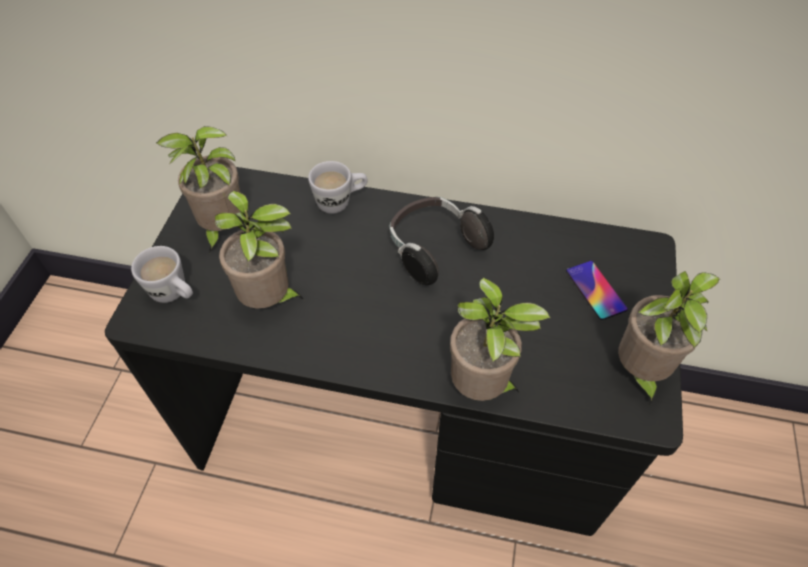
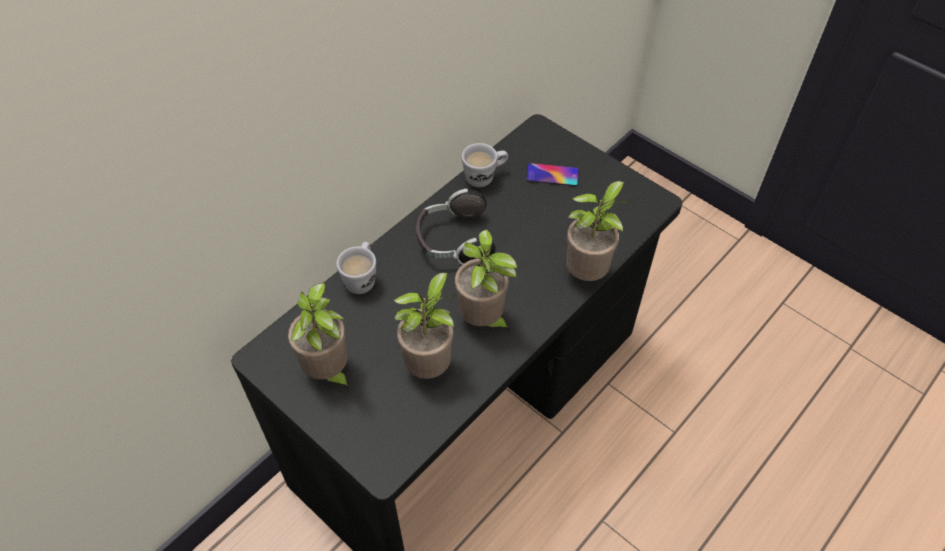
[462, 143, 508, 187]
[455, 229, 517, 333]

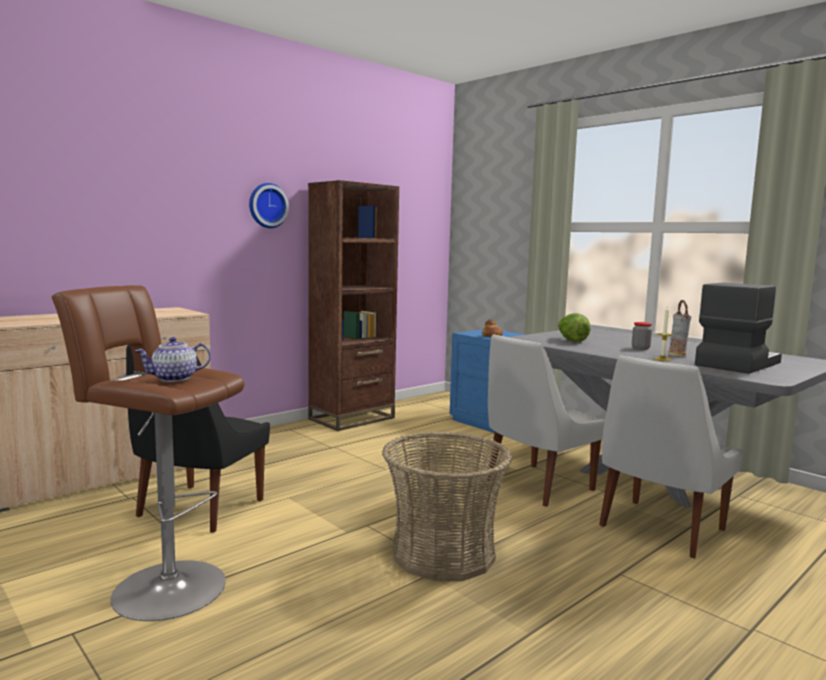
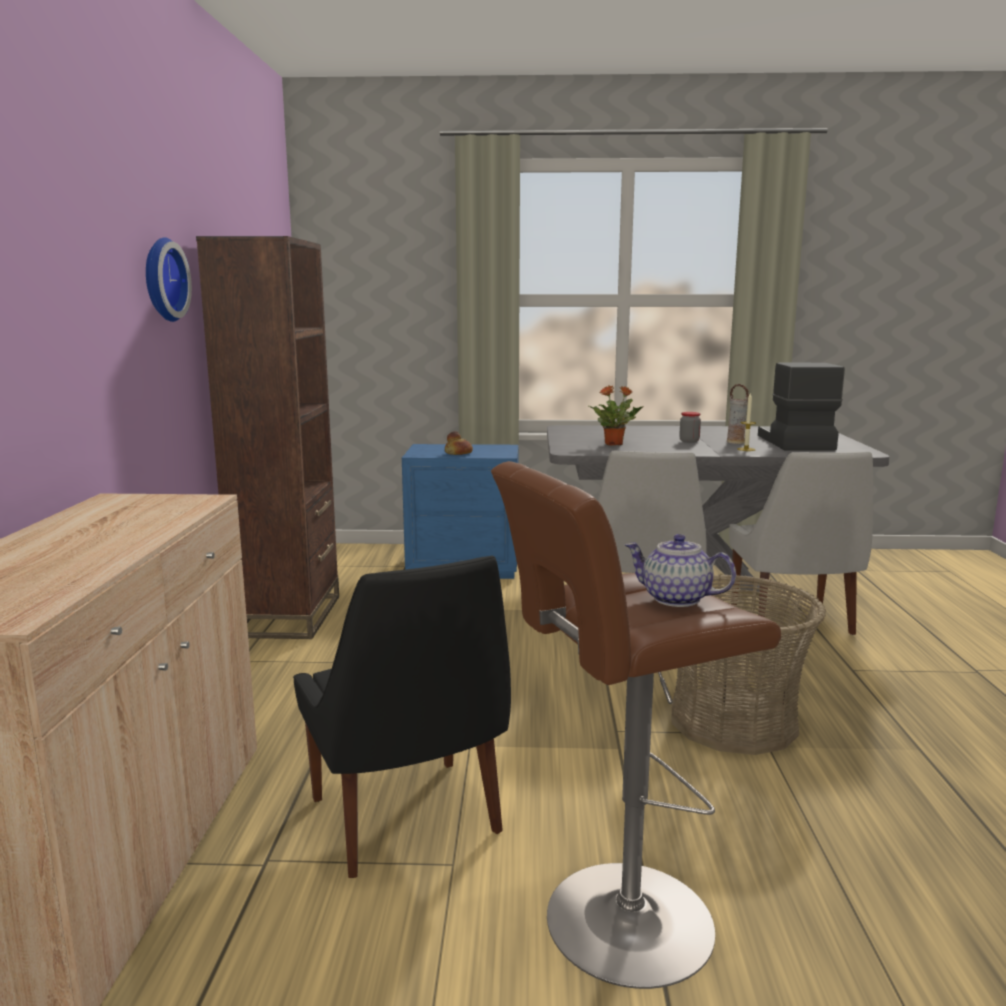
[624, 534, 736, 607]
[588, 385, 644, 445]

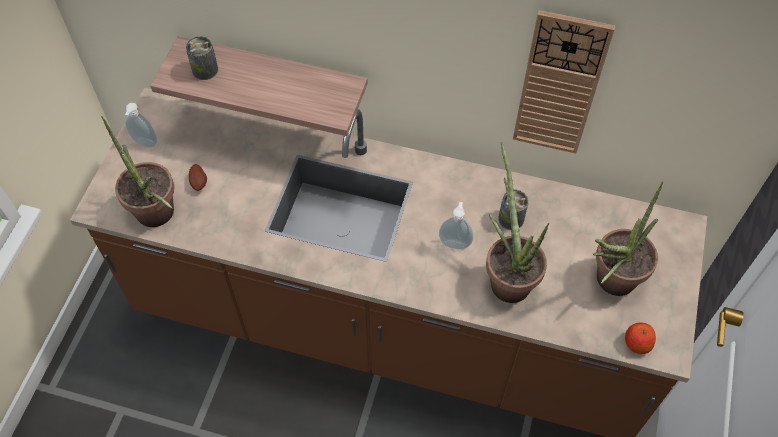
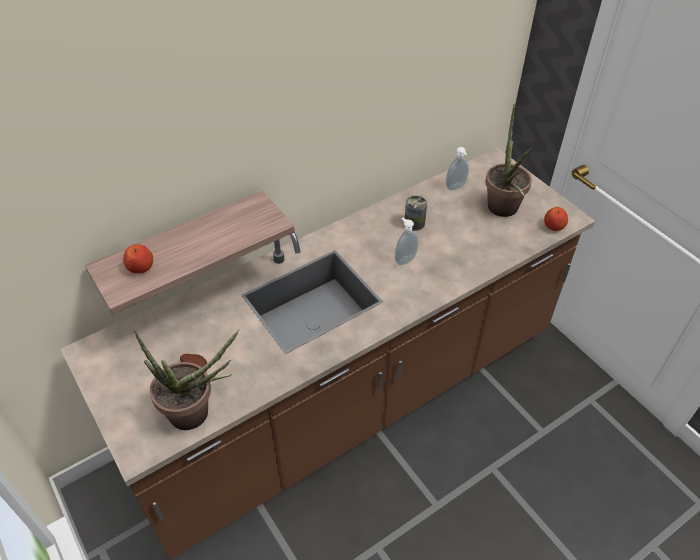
[446, 147, 469, 190]
[123, 244, 153, 274]
[486, 142, 549, 303] (first image)
[513, 10, 615, 153] (first image)

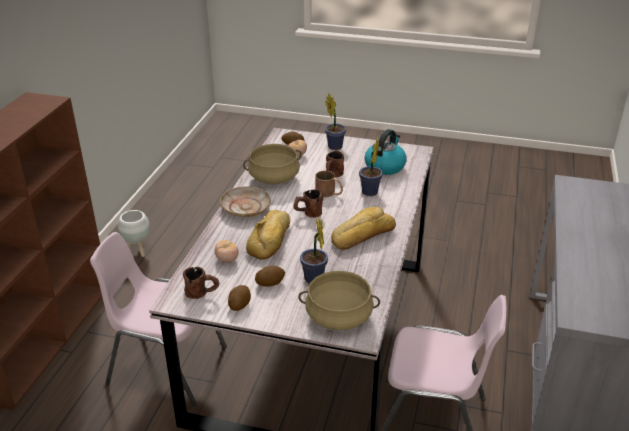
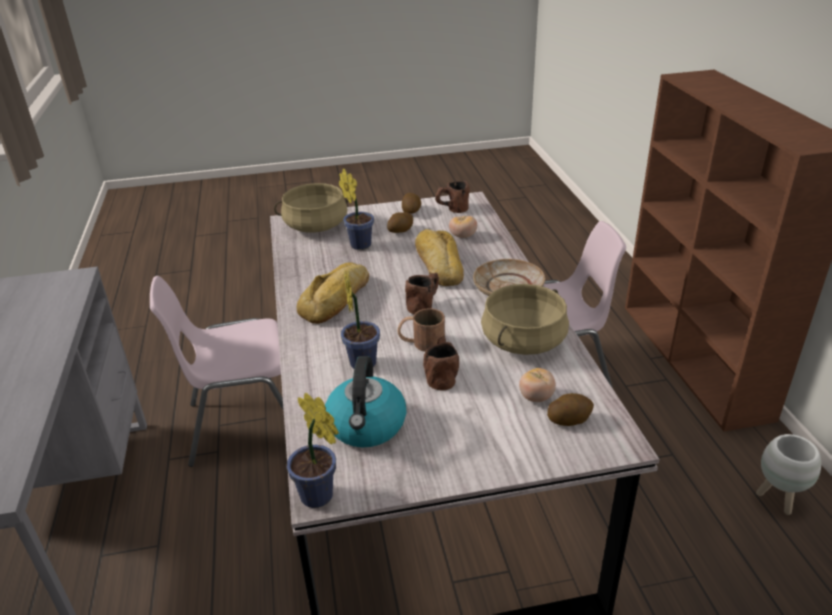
[287, 392, 339, 508]

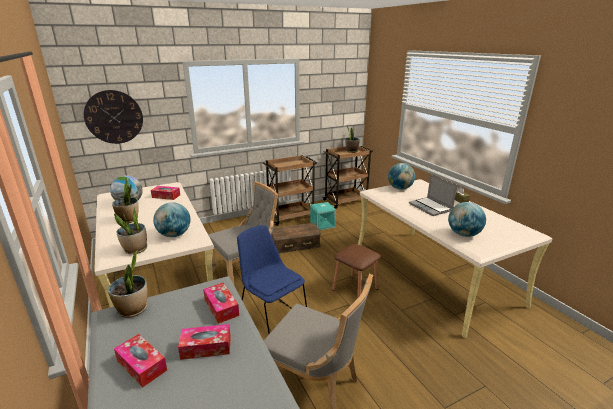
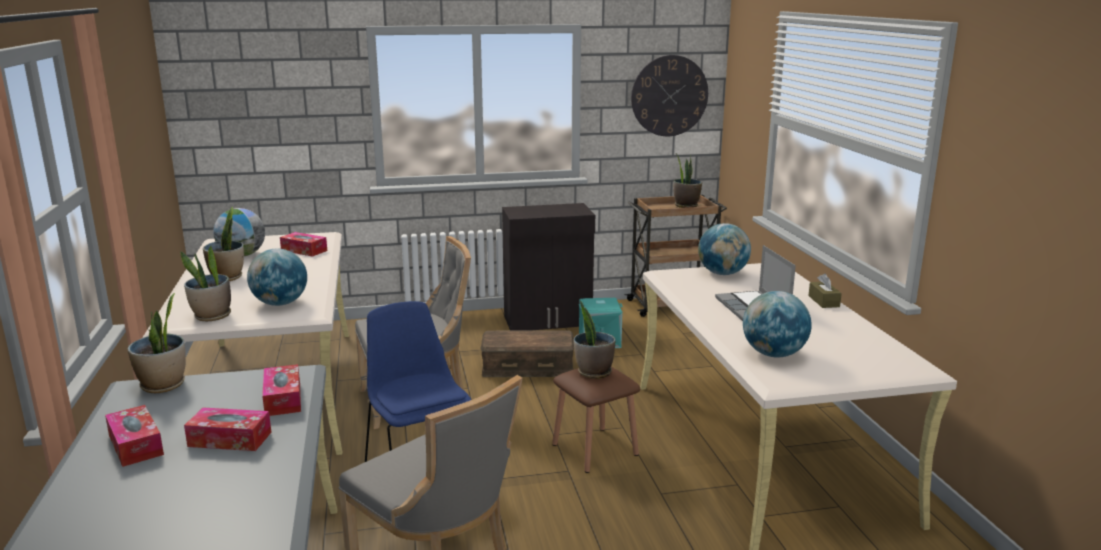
[631, 55, 708, 136]
[502, 203, 595, 331]
[574, 301, 615, 379]

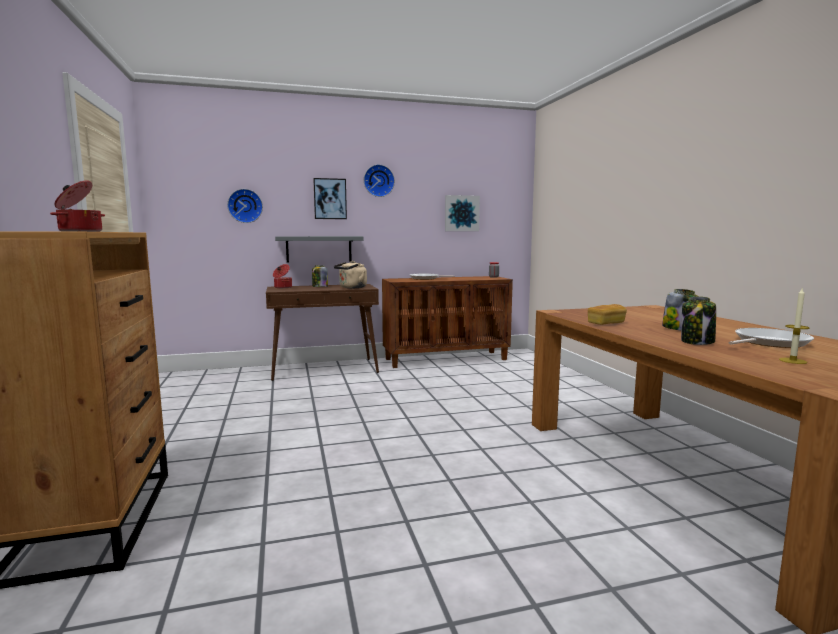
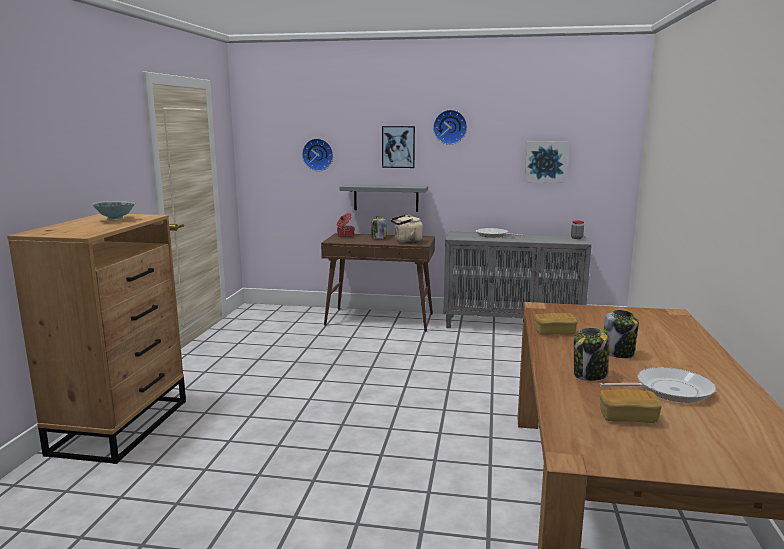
[92, 201, 135, 221]
[444, 232, 592, 328]
[600, 390, 662, 423]

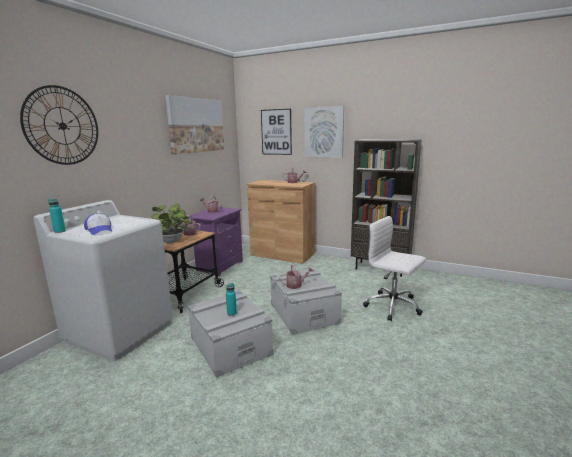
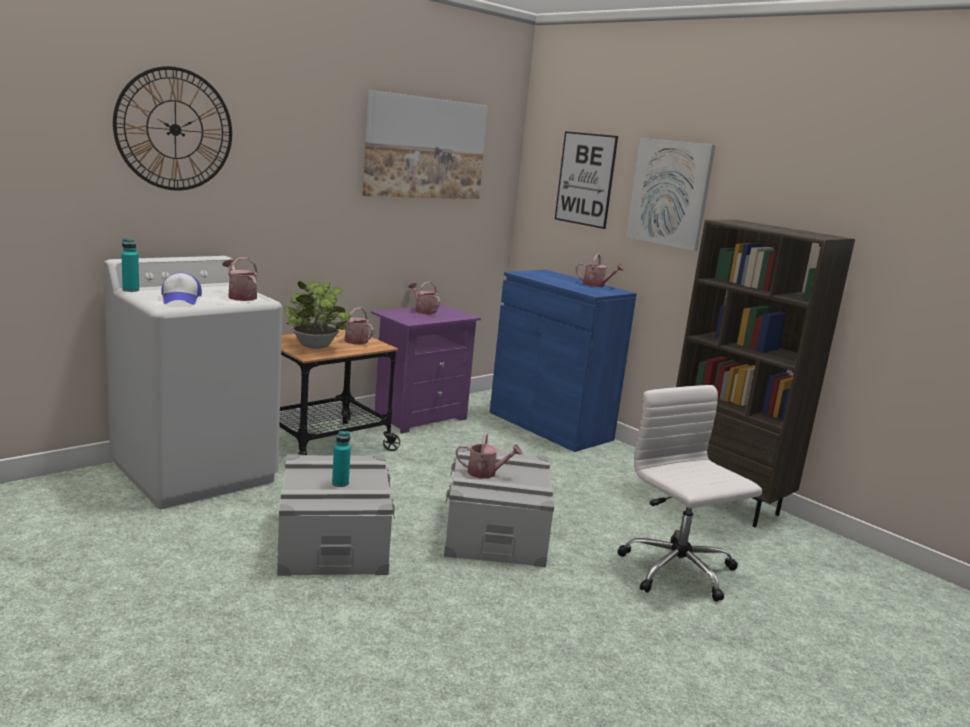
[490, 270, 637, 452]
[222, 257, 258, 301]

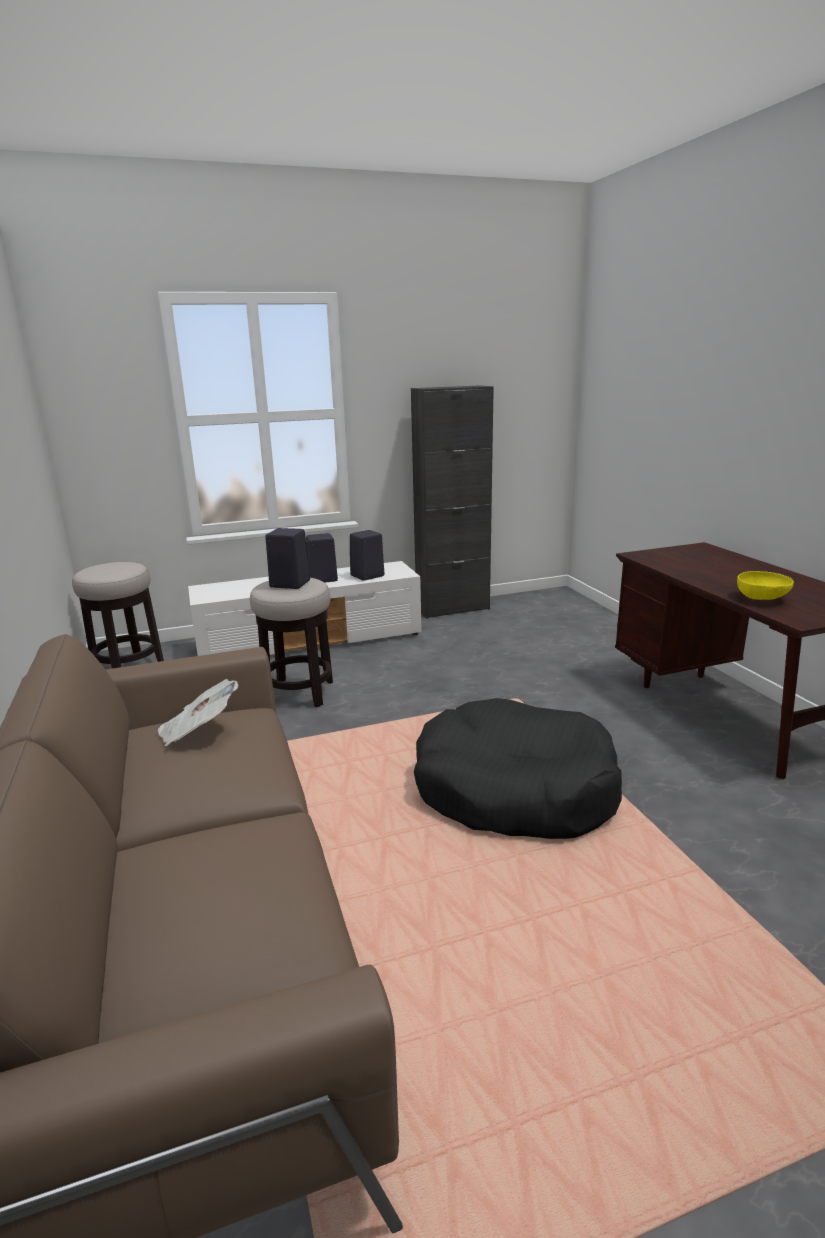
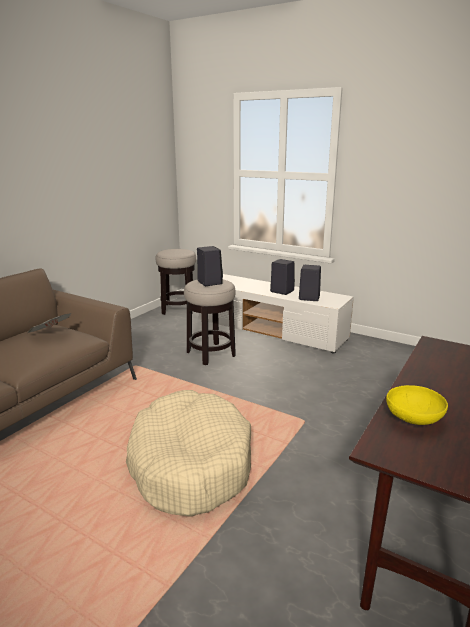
[411, 385, 494, 619] (first image)
[126, 390, 251, 517]

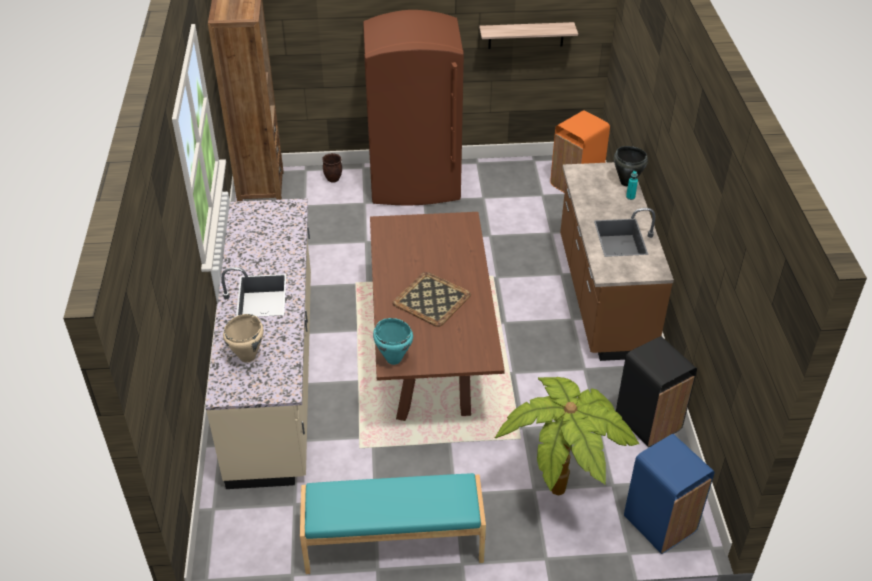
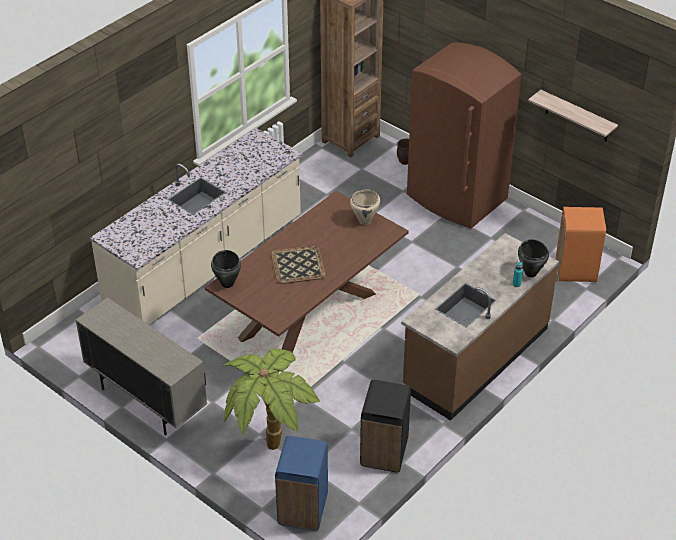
[350, 190, 380, 225]
[76, 297, 207, 435]
[211, 250, 241, 288]

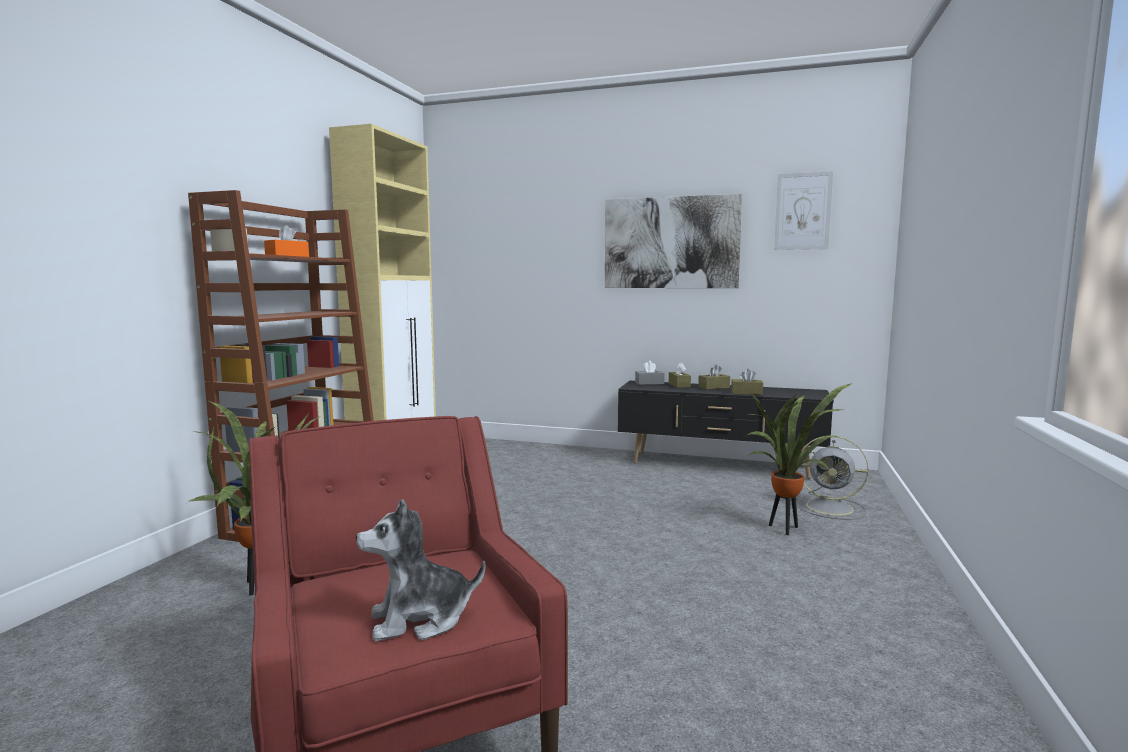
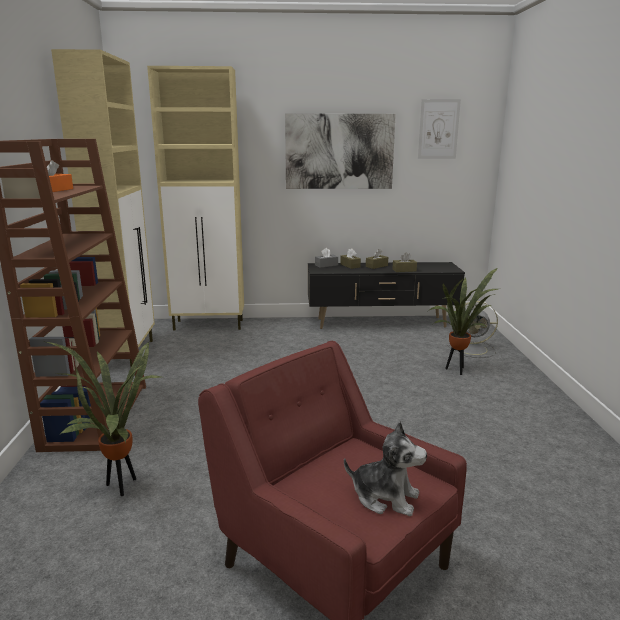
[344, 421, 427, 516]
[147, 66, 244, 331]

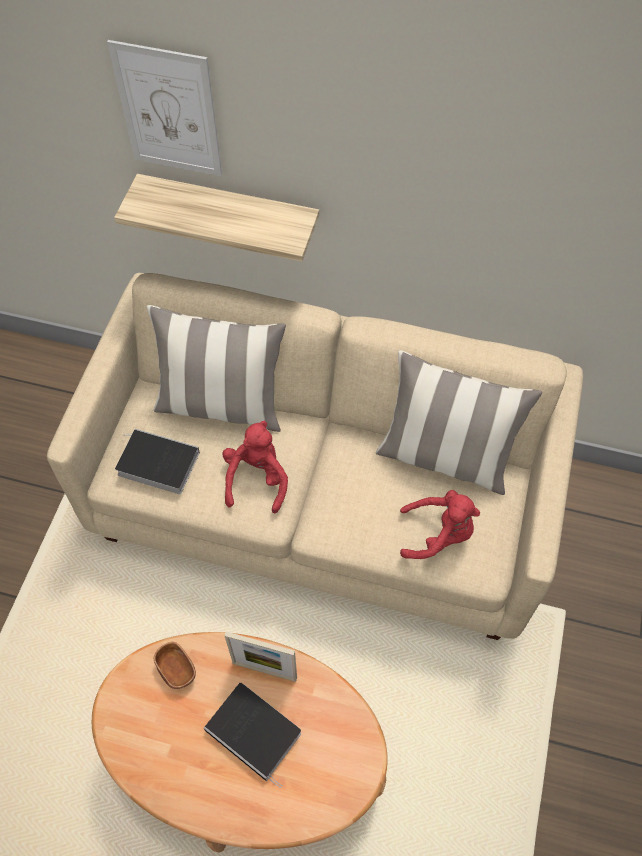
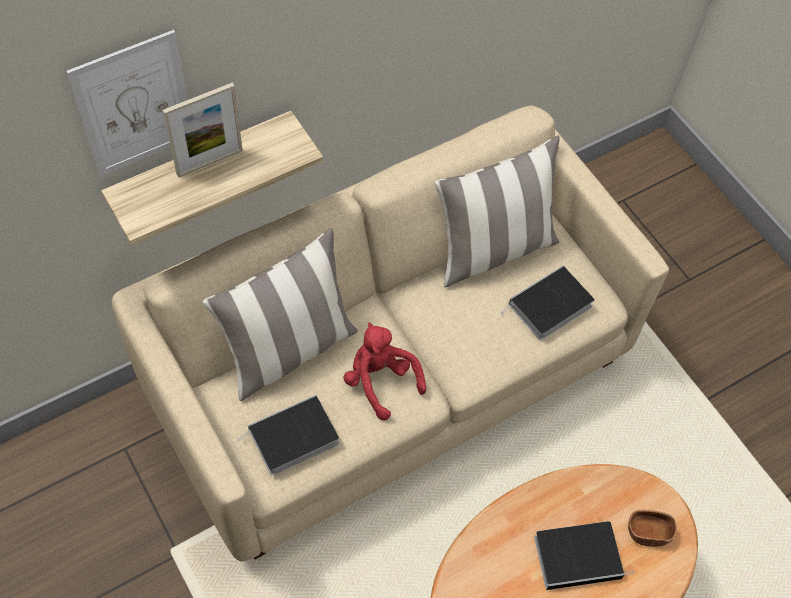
[628, 510, 677, 547]
[163, 83, 243, 178]
[500, 265, 595, 340]

